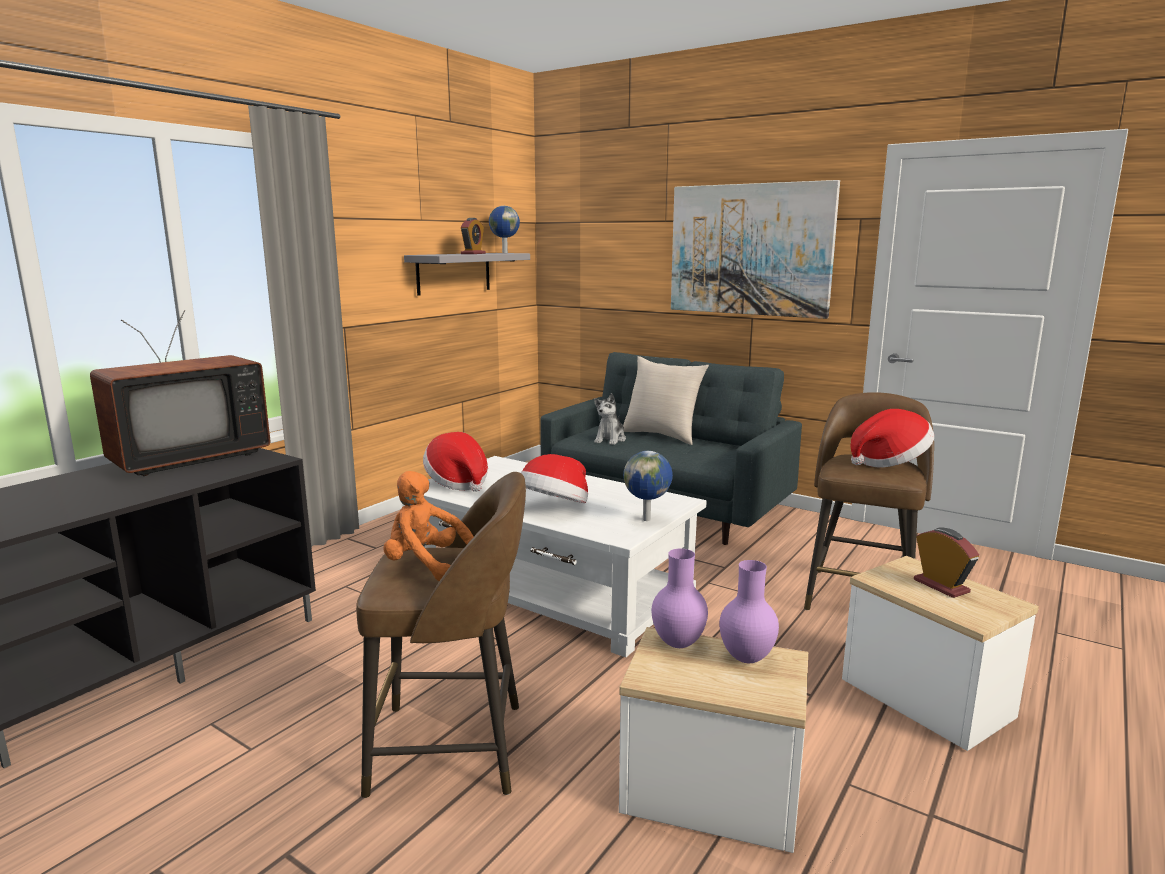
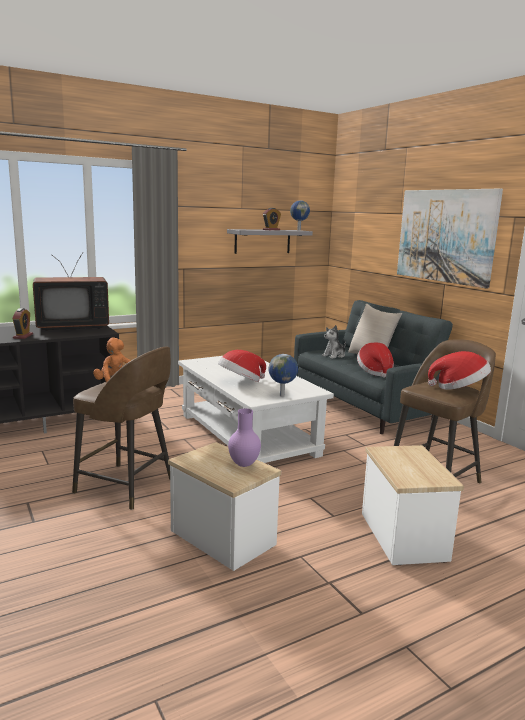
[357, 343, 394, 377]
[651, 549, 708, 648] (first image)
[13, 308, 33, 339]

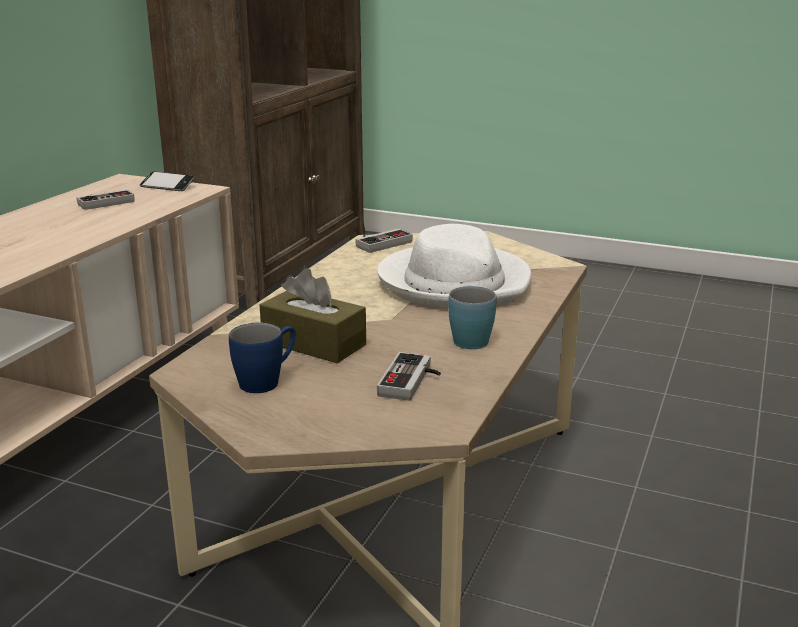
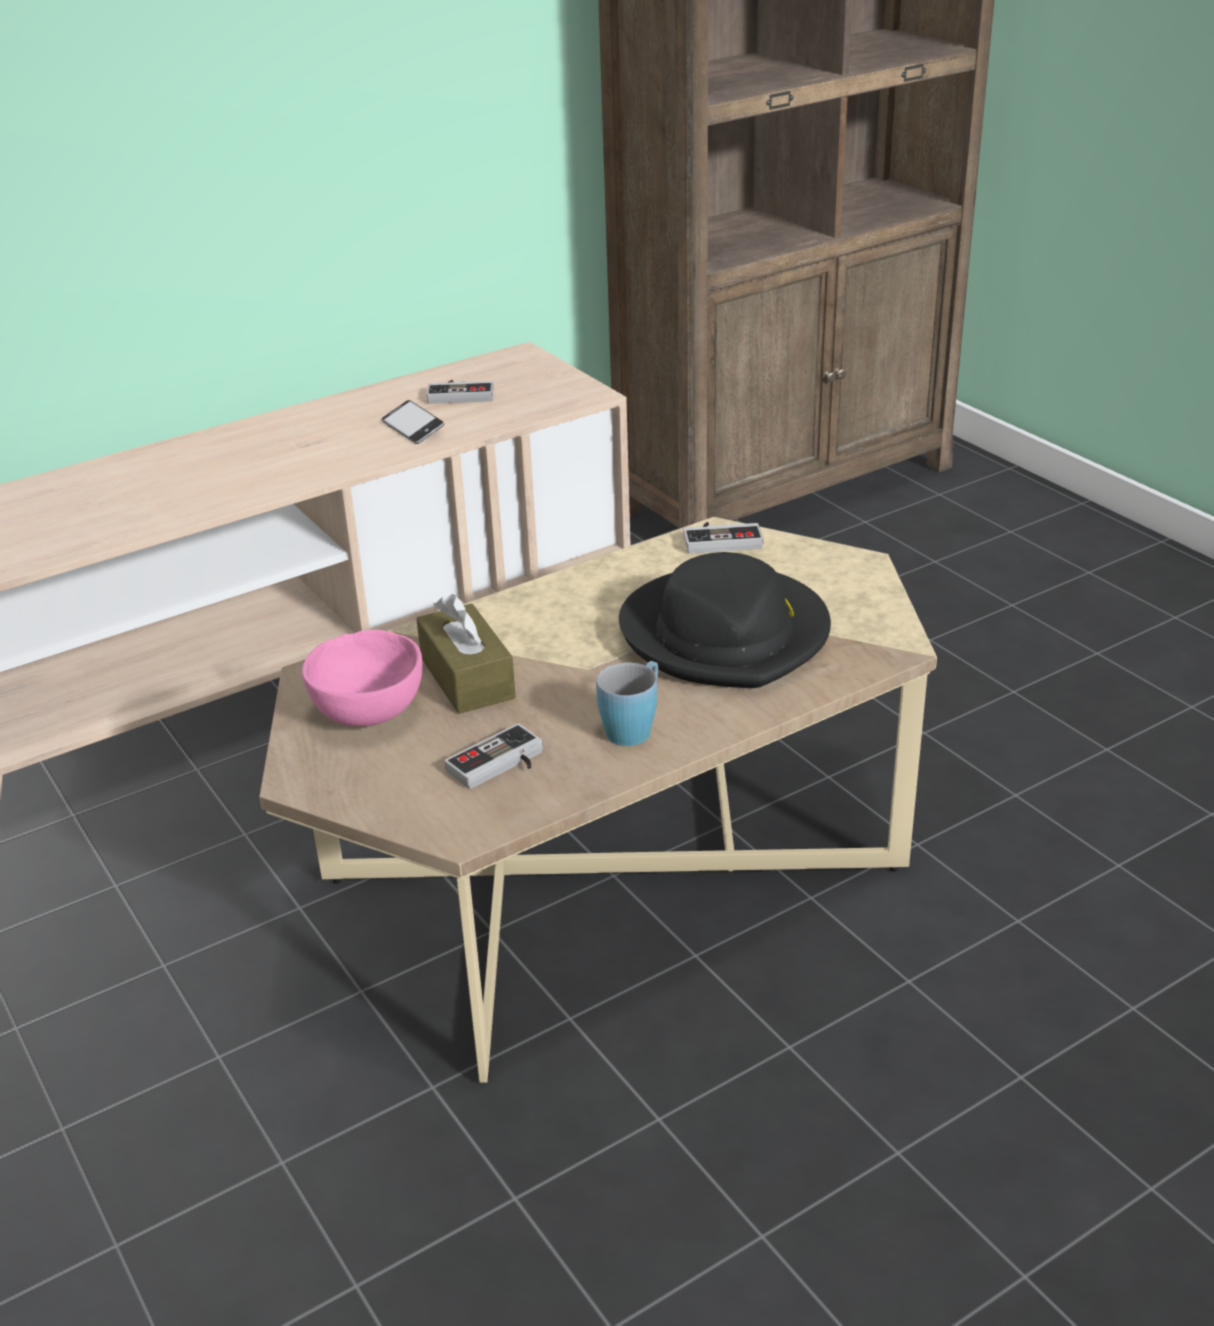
[382, 400, 444, 444]
[302, 630, 422, 726]
[619, 552, 831, 688]

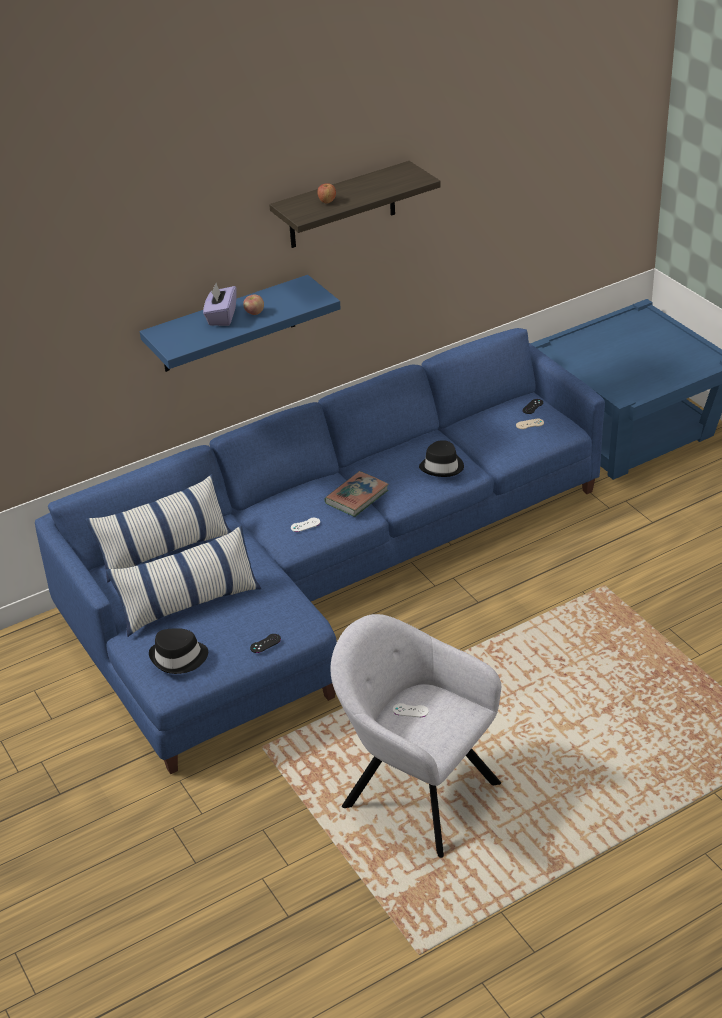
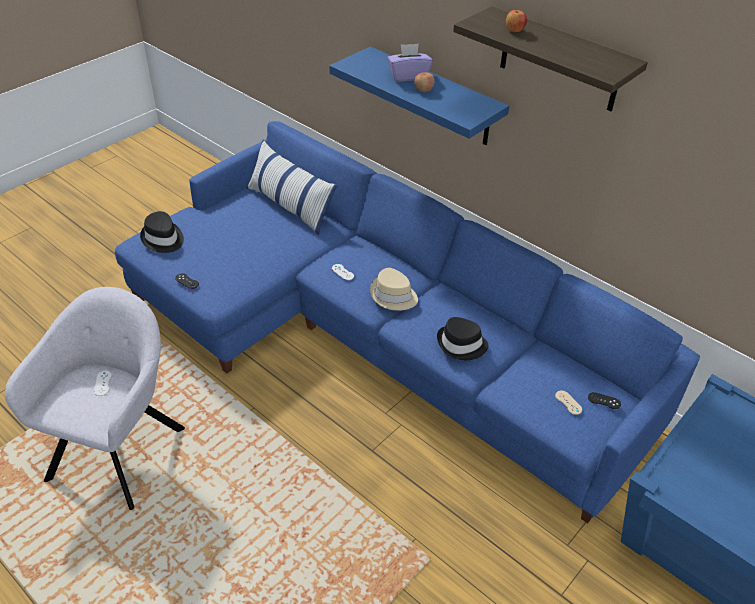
[106, 525, 261, 637] (first image)
[370, 268, 418, 311]

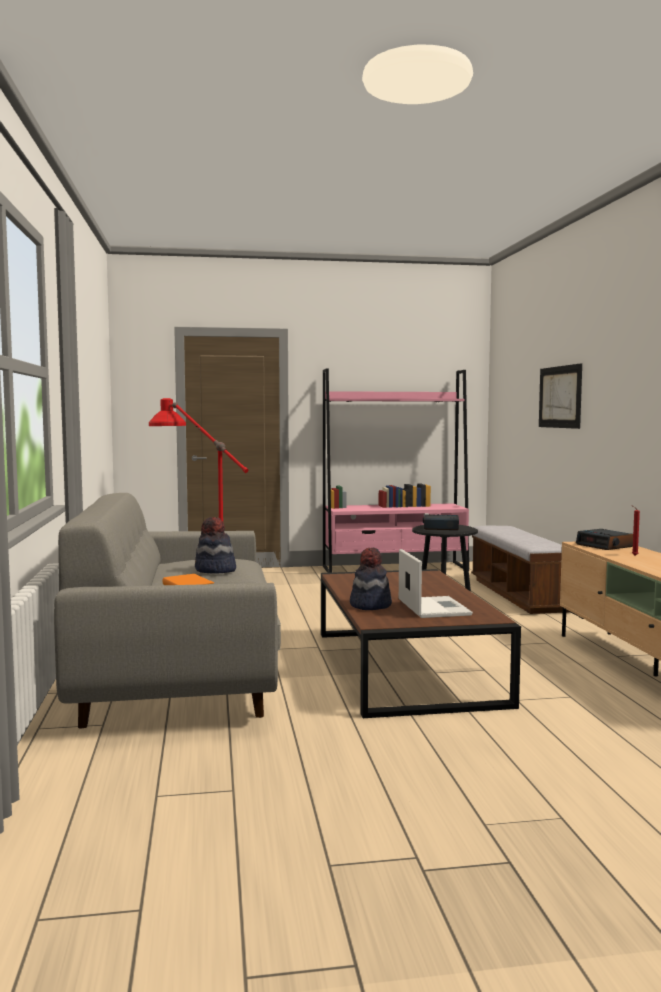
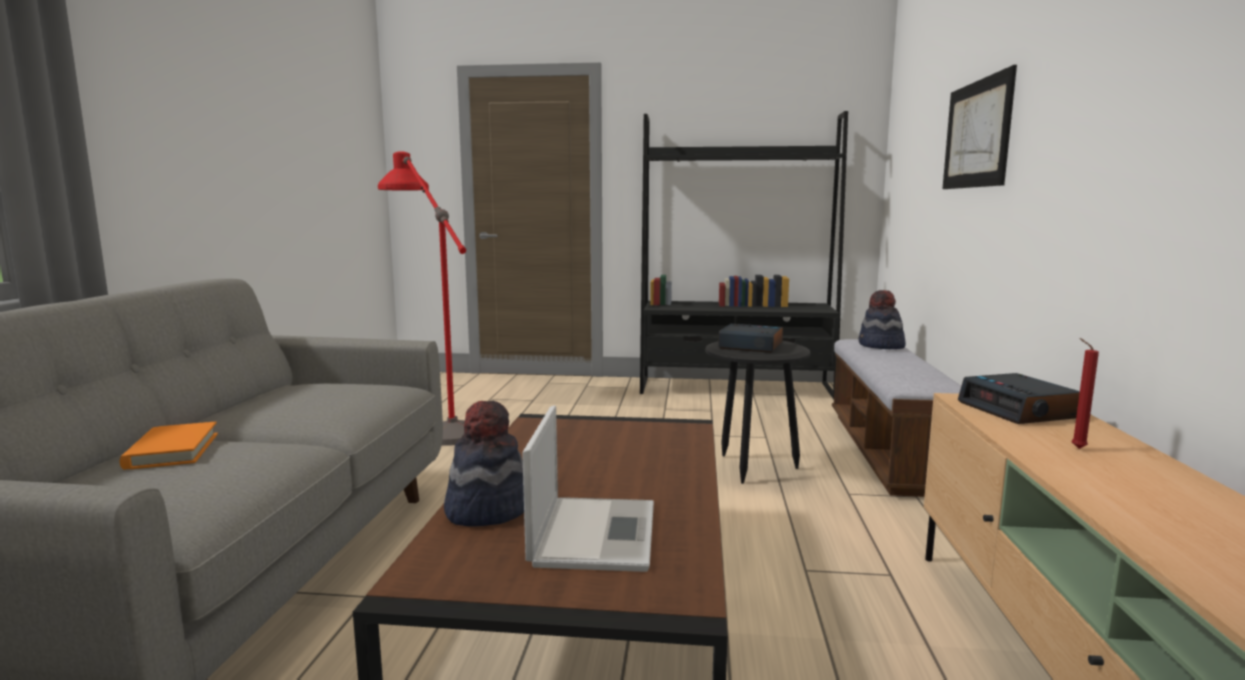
[858, 290, 906, 349]
[640, 111, 848, 399]

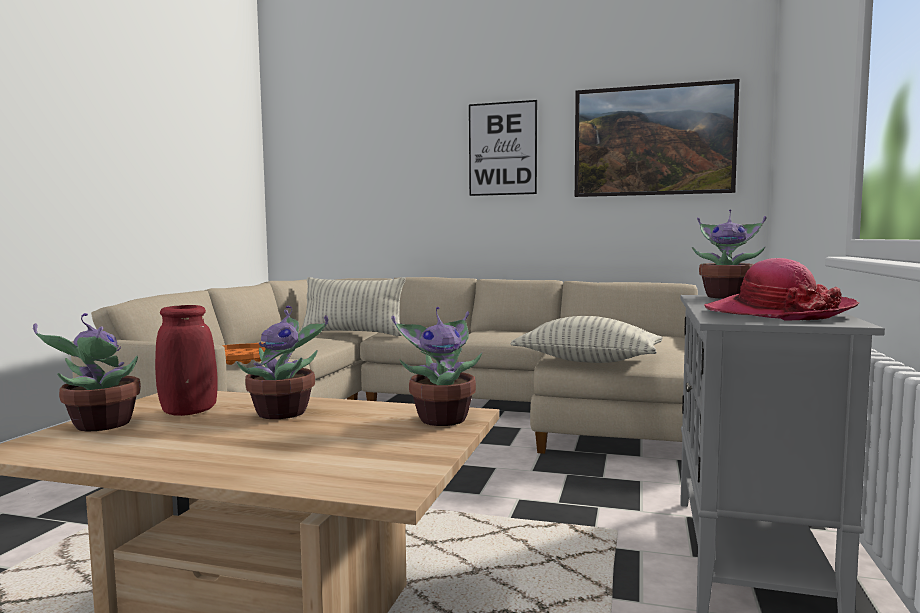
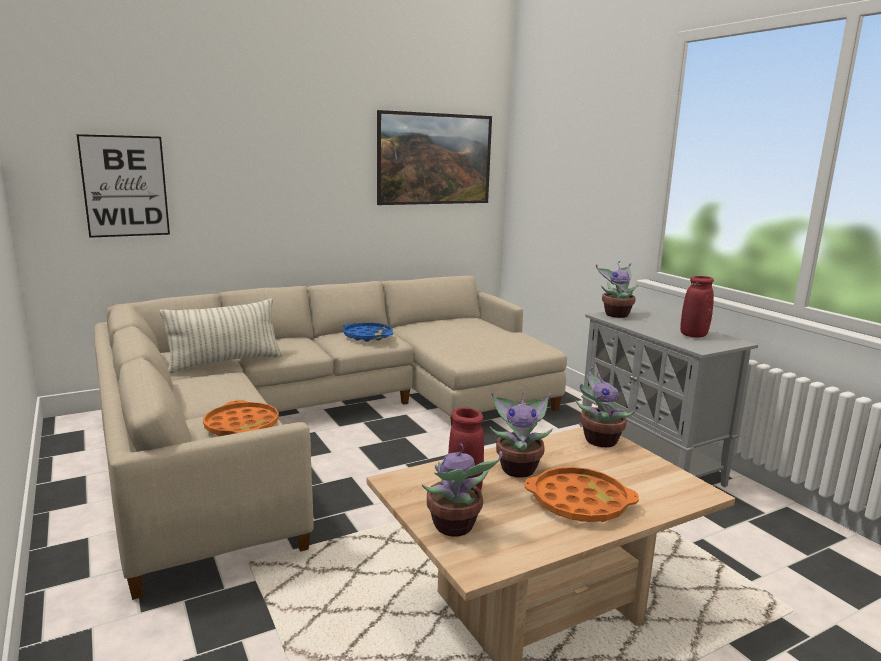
[77, 134, 170, 238]
[511, 316, 663, 363] (first image)
[680, 276, 714, 338]
[343, 323, 393, 342]
[525, 467, 639, 522]

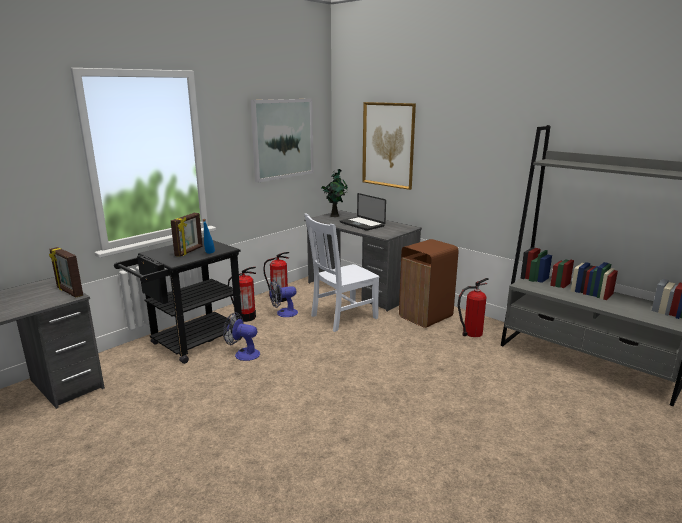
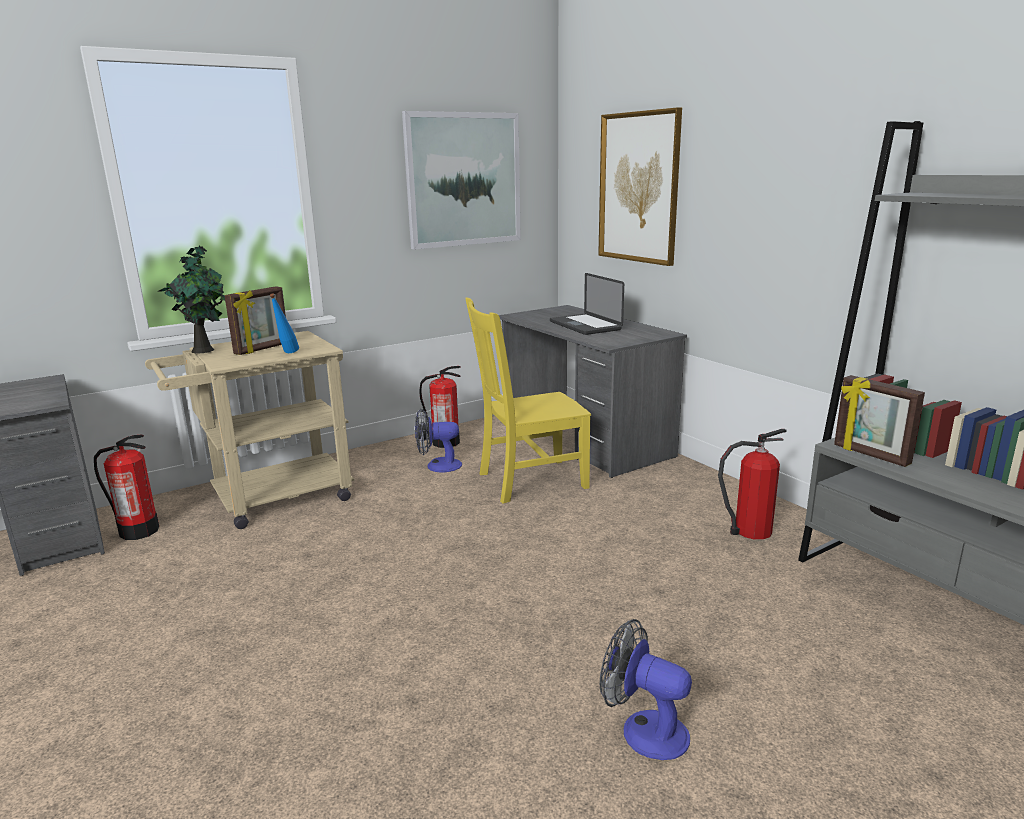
[834, 375, 925, 467]
[145, 331, 354, 529]
[600, 619, 692, 760]
[94, 435, 159, 540]
[465, 297, 591, 504]
[158, 246, 225, 353]
[399, 239, 459, 328] (first image)

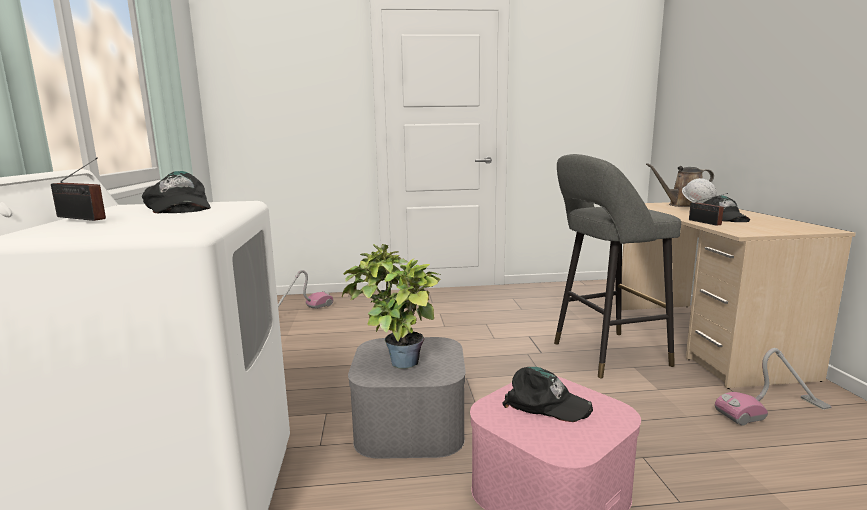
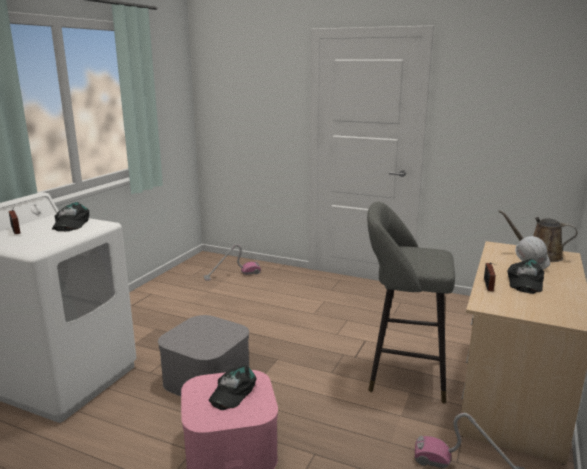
[342, 244, 442, 369] (first image)
[209, 366, 257, 410]

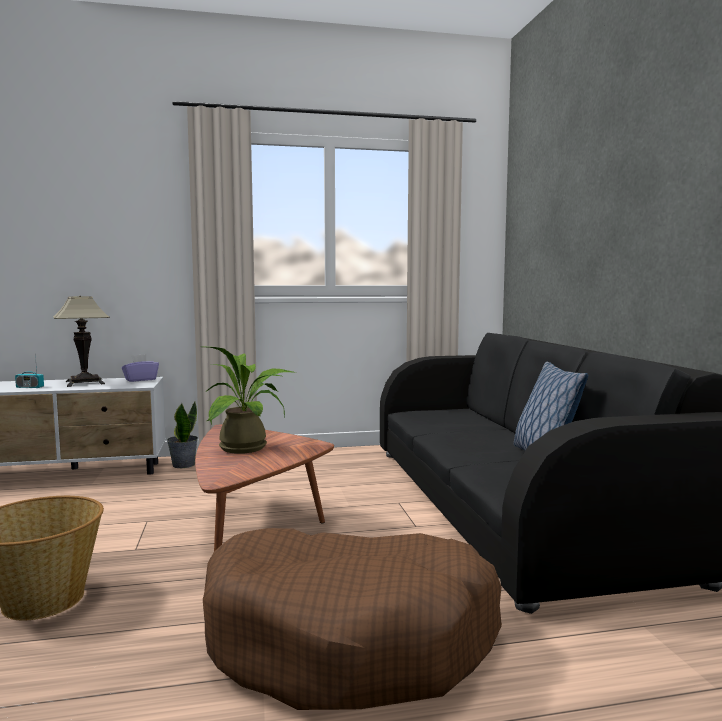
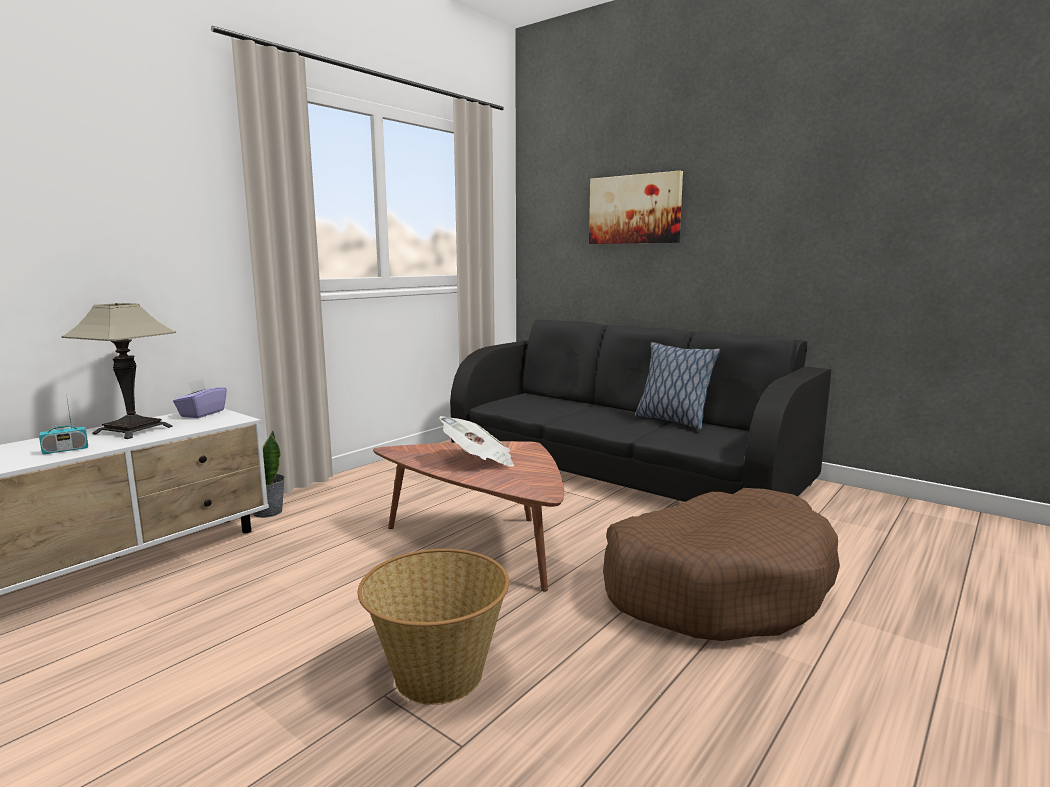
[439, 416, 514, 467]
[589, 171, 683, 244]

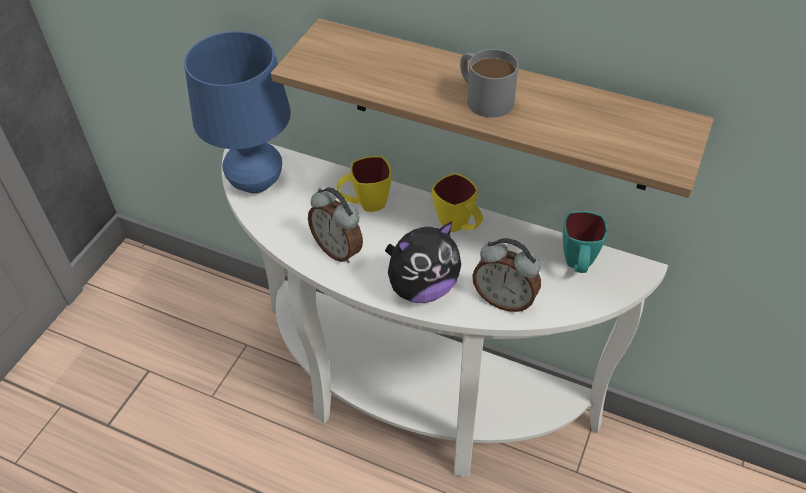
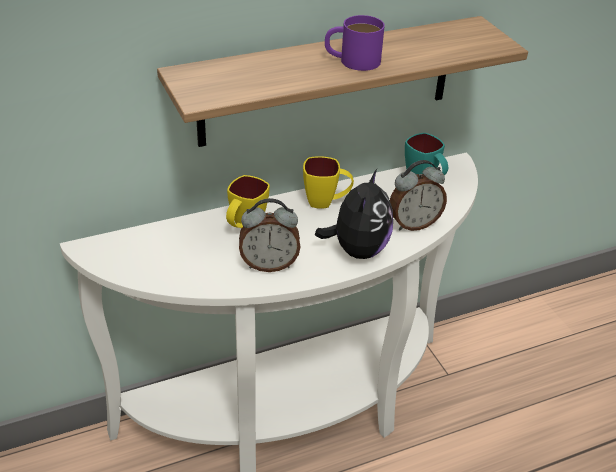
[184, 31, 291, 193] (first image)
[325, 15, 385, 71]

